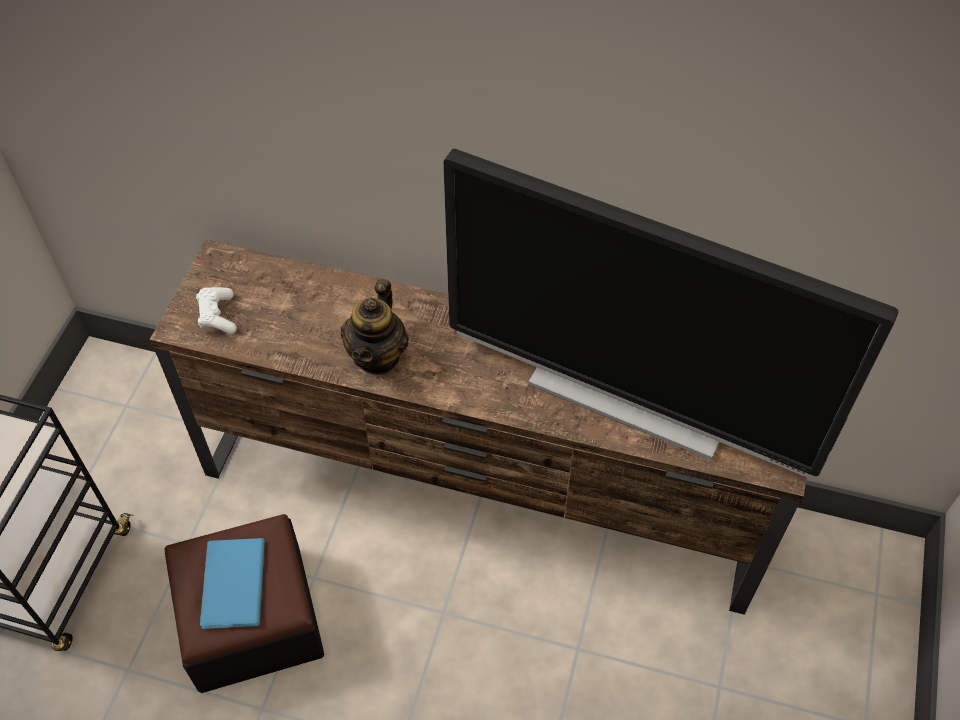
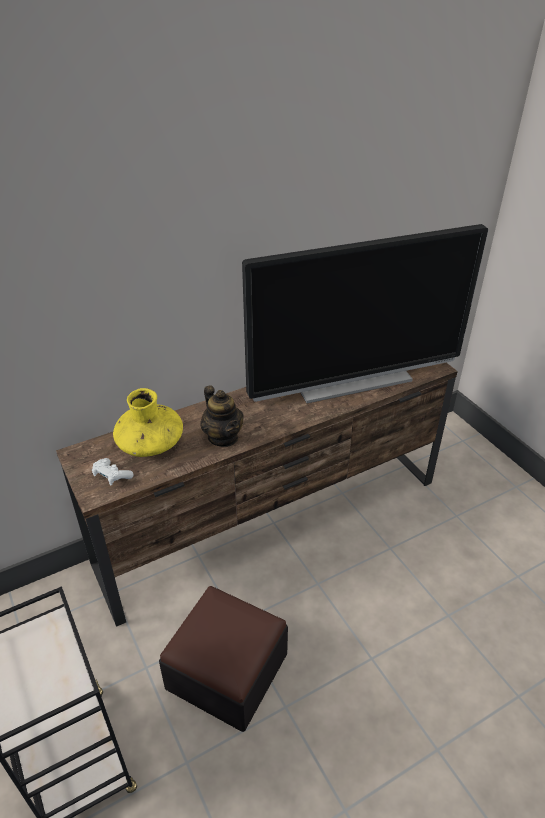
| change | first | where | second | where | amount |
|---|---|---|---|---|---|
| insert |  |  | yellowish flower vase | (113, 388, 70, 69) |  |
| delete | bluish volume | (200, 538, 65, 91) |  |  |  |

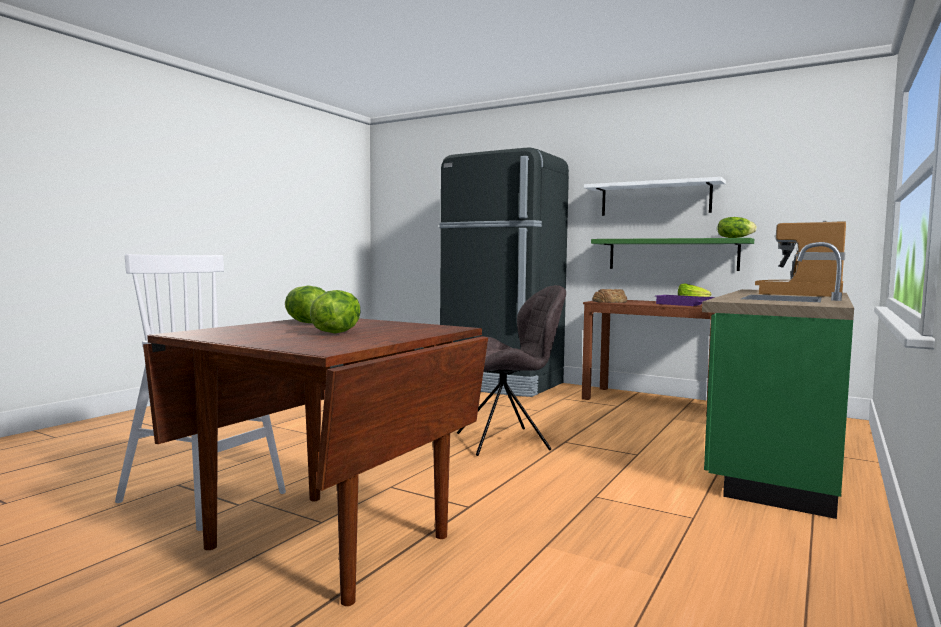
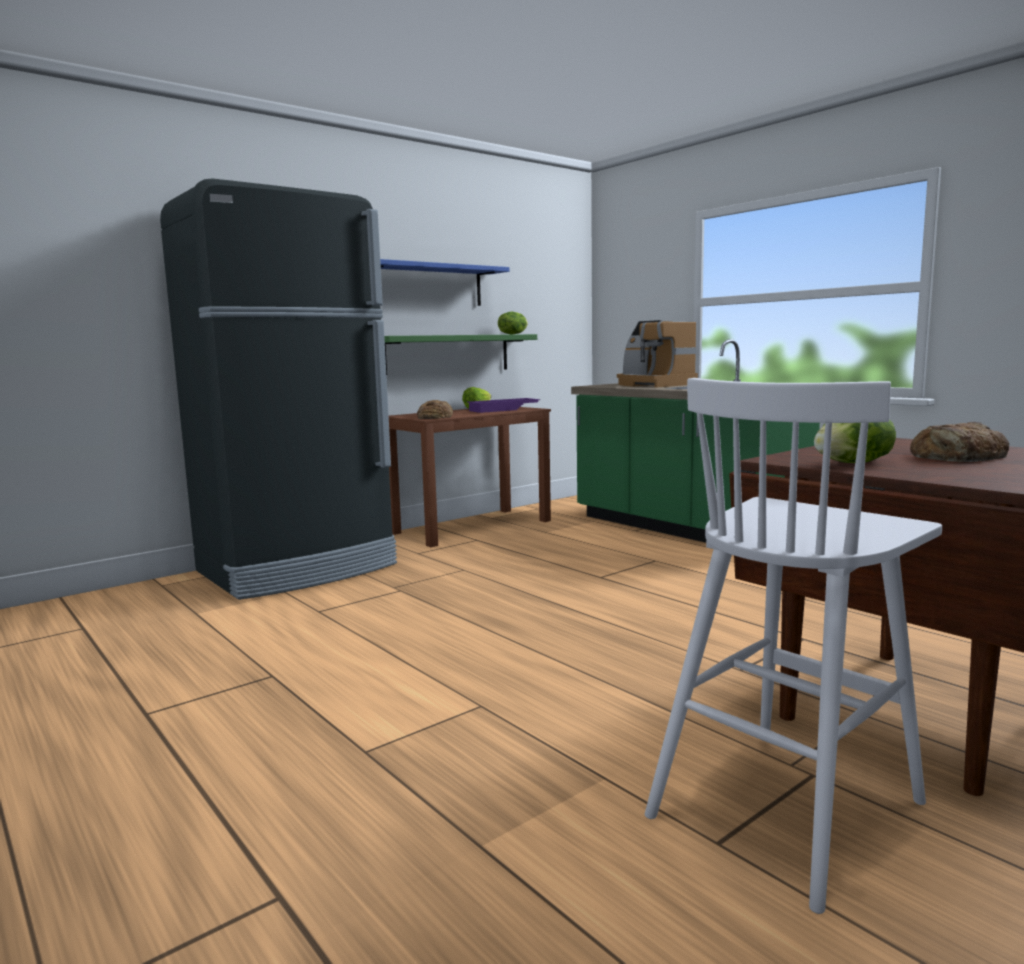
| change | first | where | second | where | amount |
|---|---|---|---|---|---|
| recolor | white-coloured bracket shelf | (584, 177, 142, 39) | bluish bracket shelf | (380, 259, 130, 47) |  |
| replace | lettuce head | (310, 290, 51, 43) | bakery bread | (910, 422, 99, 40) |  |
| delete | gray upright chair | (457, 285, 109, 171) |  |  |  |

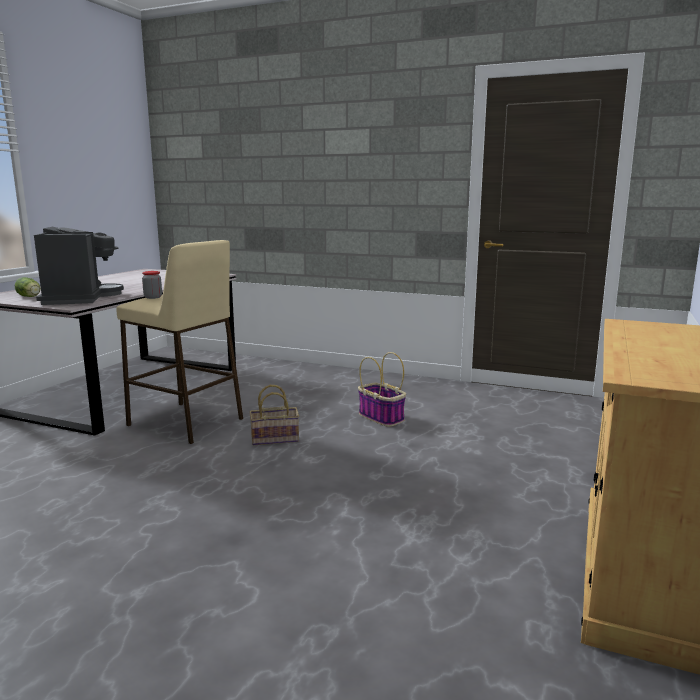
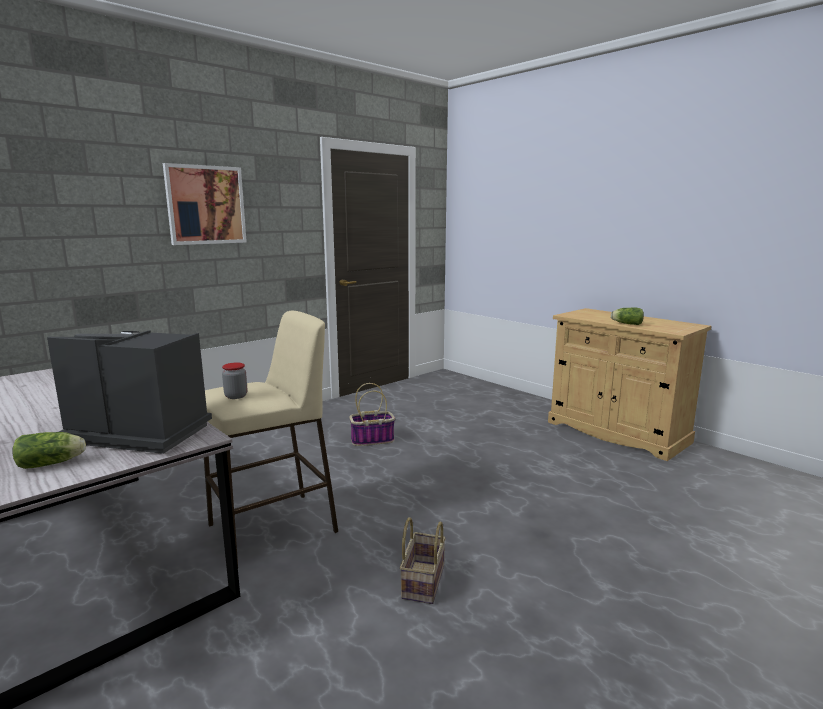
| change | first | where | second | where | amount |
|---|---|---|---|---|---|
| insert |  |  | wall art | (163, 163, 84, 82) |  |
| move | household basket | (250, 385, 49, 60) |  | (400, 517, 46, 87) |  |
| insert |  |  | lettuce head | (611, 308, 33, 17) |  |

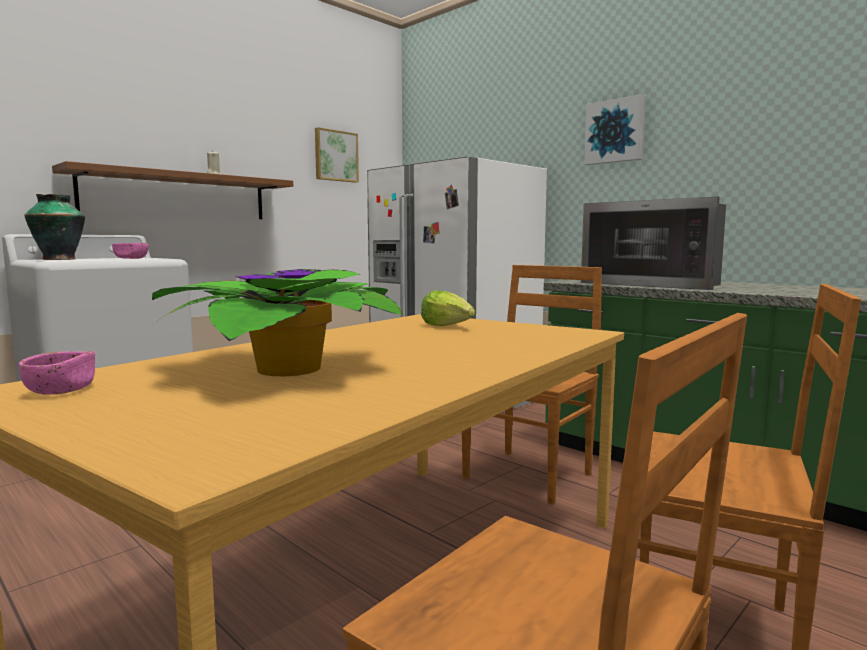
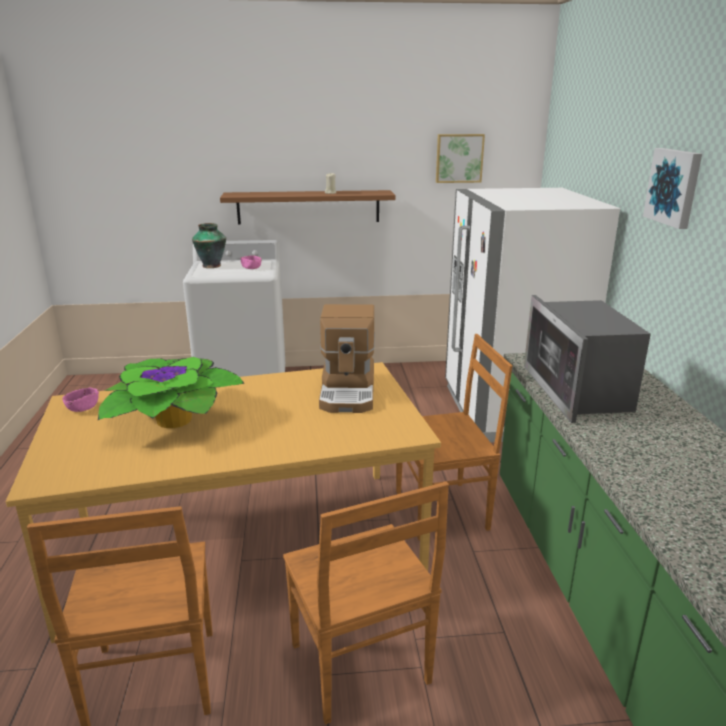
| change | first | where | second | where | amount |
|---|---|---|---|---|---|
| replace | lettuce head | (421, 290, 54, 36) | coffee brewer | (319, 304, 56, 109) |  |

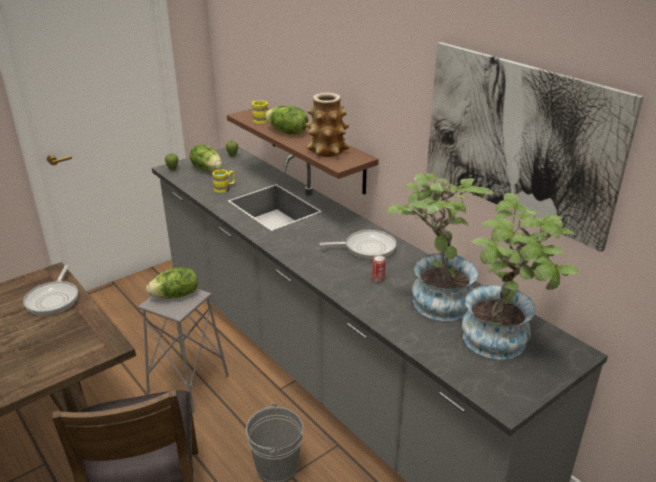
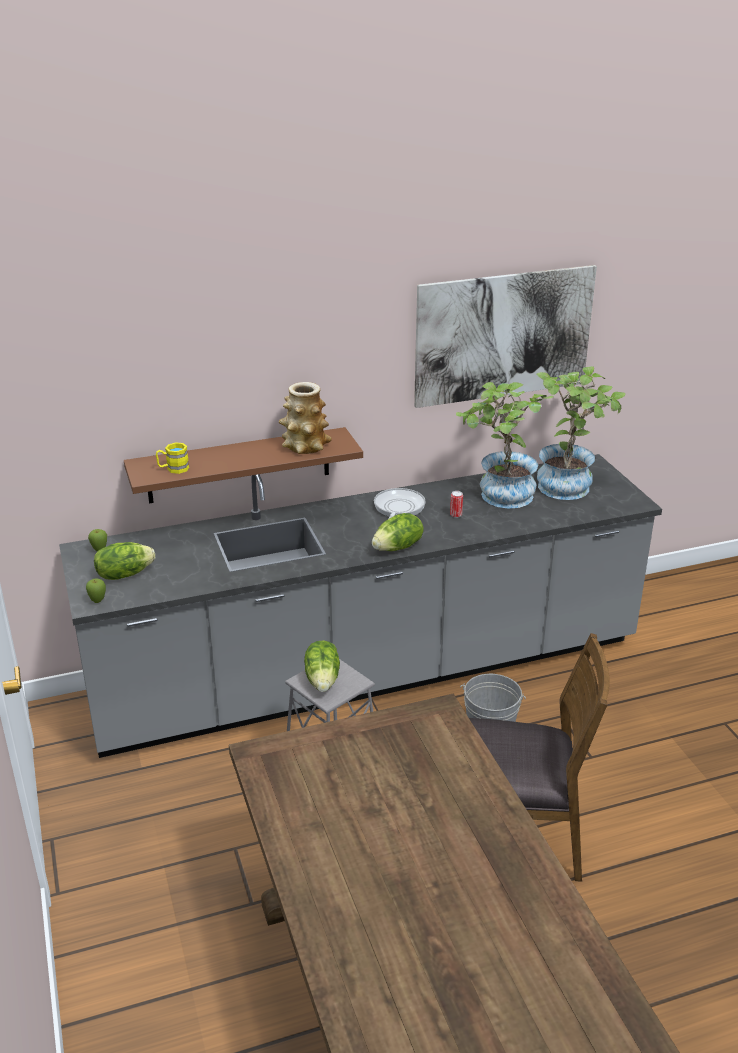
| change | first | where | second | where | amount |
|---|---|---|---|---|---|
| move | lettuce head | (265, 105, 43, 29) |  | (372, 513, 52, 38) |  |
| delete | frying pan | (23, 265, 55, 51) |  |  |  |
| delete | yellowish tea mug | (212, 169, 23, 24) |  |  |  |

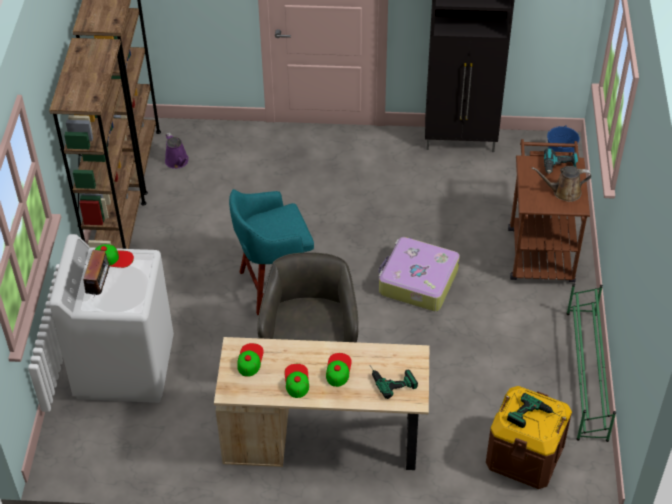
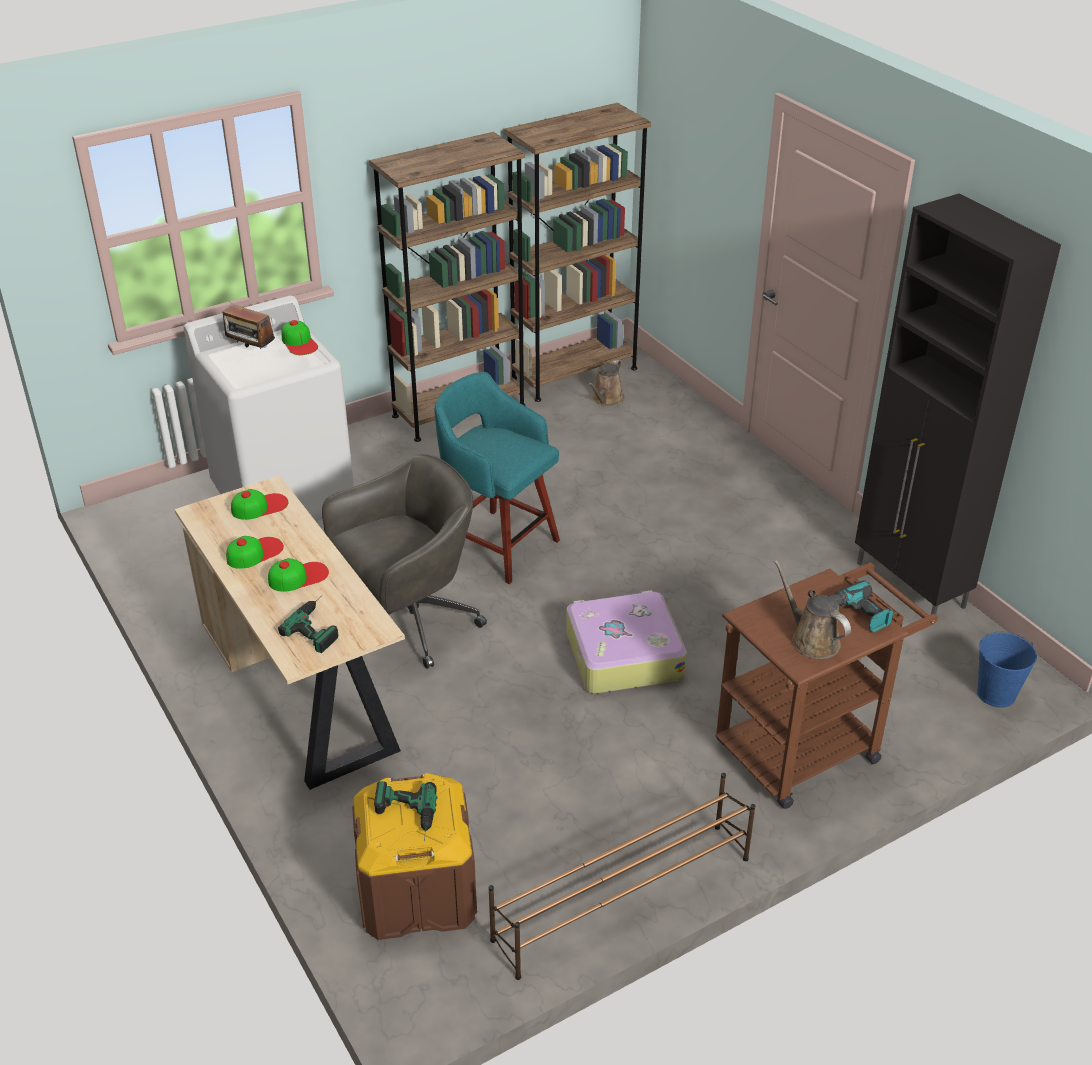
| change | first | where | second | where | amount |
|---|---|---|---|---|---|
| rotate | radio receiver | (83, 250, 29, 48) |  | (222, 304, 53, 45) | 60 degrees clockwise |
| recolor | green shoe stand | (566, 284, 50, 158) | brown-coloured shoe stand | (489, 773, 266, 207) |  |
| recolor | purple sprinkling can | (165, 133, 24, 36) | brown-coloured sprinkling can | (588, 360, 36, 46) |  |

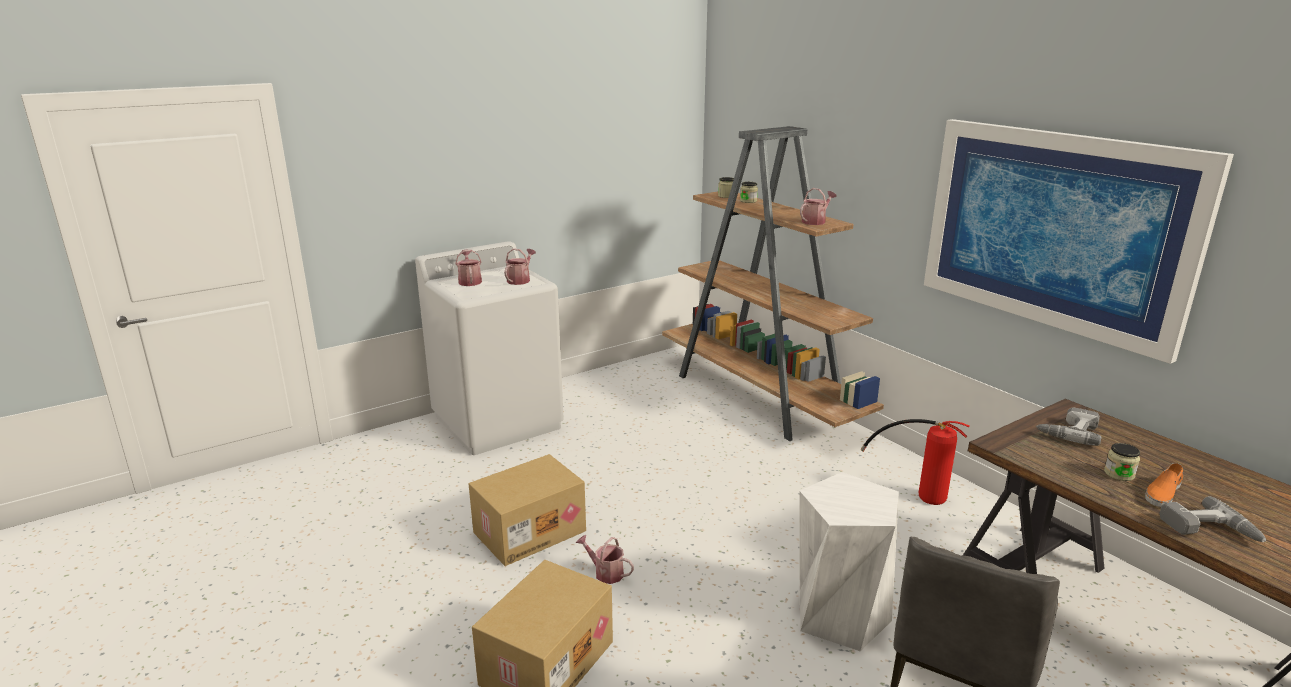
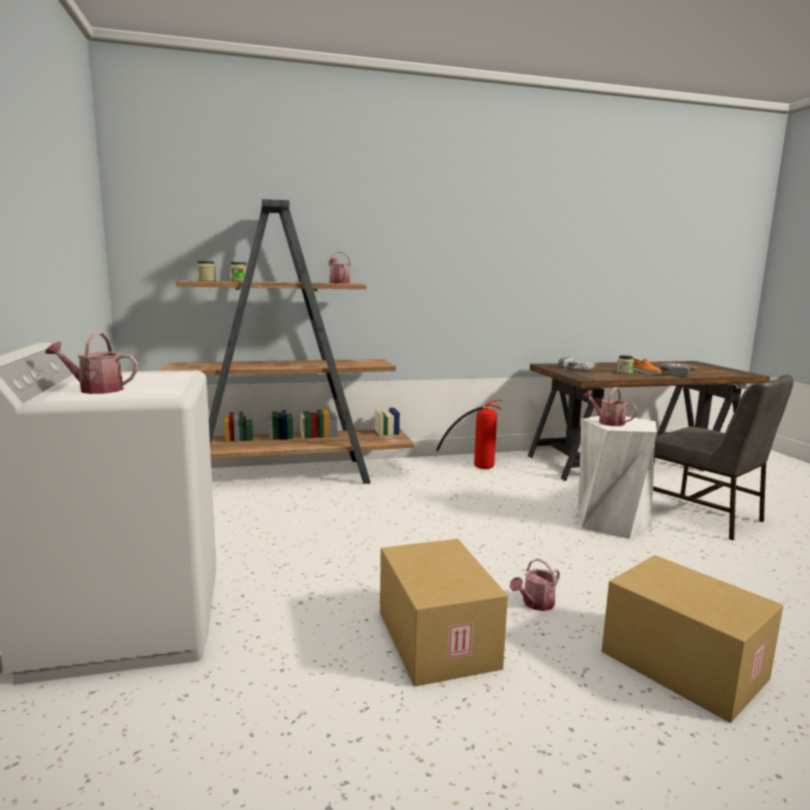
| change | first | where | second | where | amount |
|---|---|---|---|---|---|
| move | sprinkling can | (504, 248, 32, 37) |  | (583, 387, 55, 39) |  |
| delete | wall art | (924, 119, 310, 245) |  |  |  |

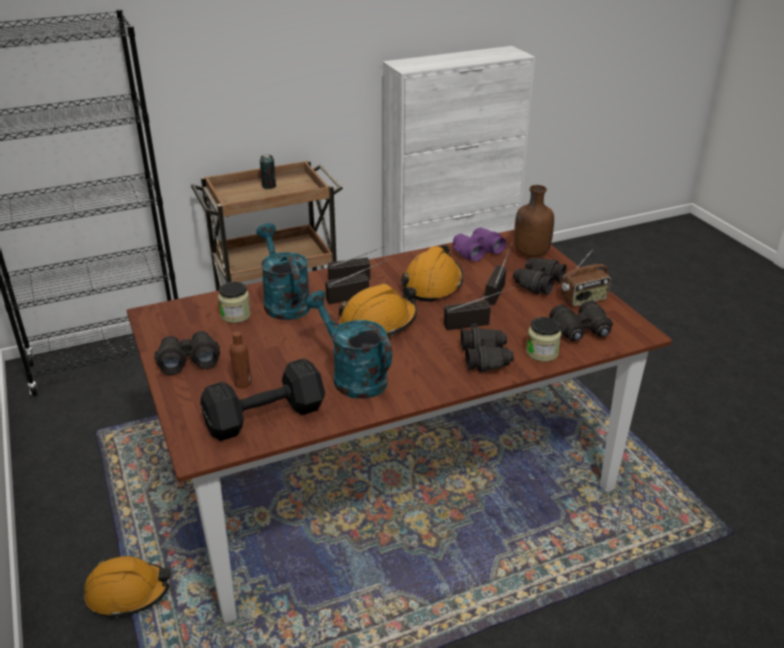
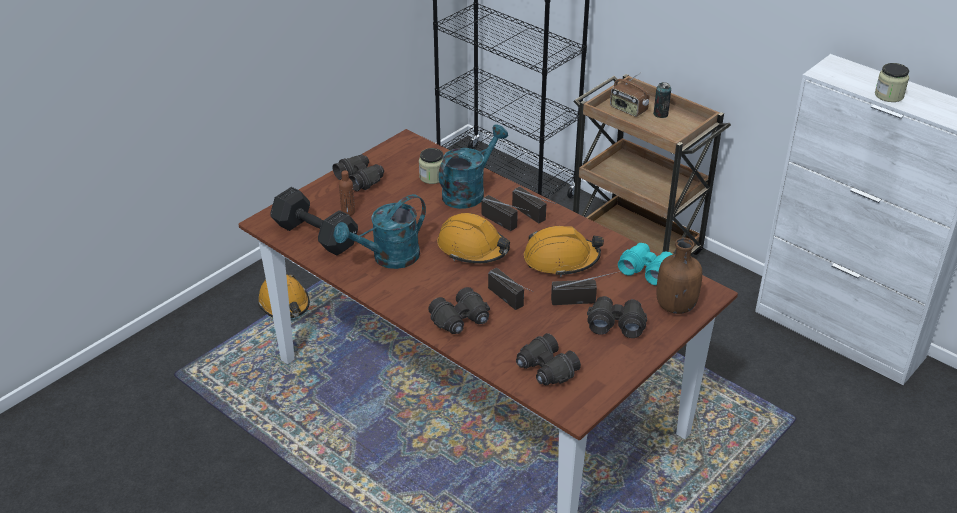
| change | first | where | second | where | amount |
|---|---|---|---|---|---|
| rotate | turquoise-coloured sprinkling can | (305, 290, 87, 109) |  | (334, 194, 92, 75) | 150 degrees counterclockwise |
| move | radio receiver | (561, 249, 50, 57) |  | (610, 72, 40, 45) |  |
| recolor | purple field glasses | (453, 227, 53, 35) | turquoise-coloured field glasses | (618, 243, 55, 43) |  |
| move | jar | (526, 317, 35, 45) |  | (875, 63, 34, 39) |  |

